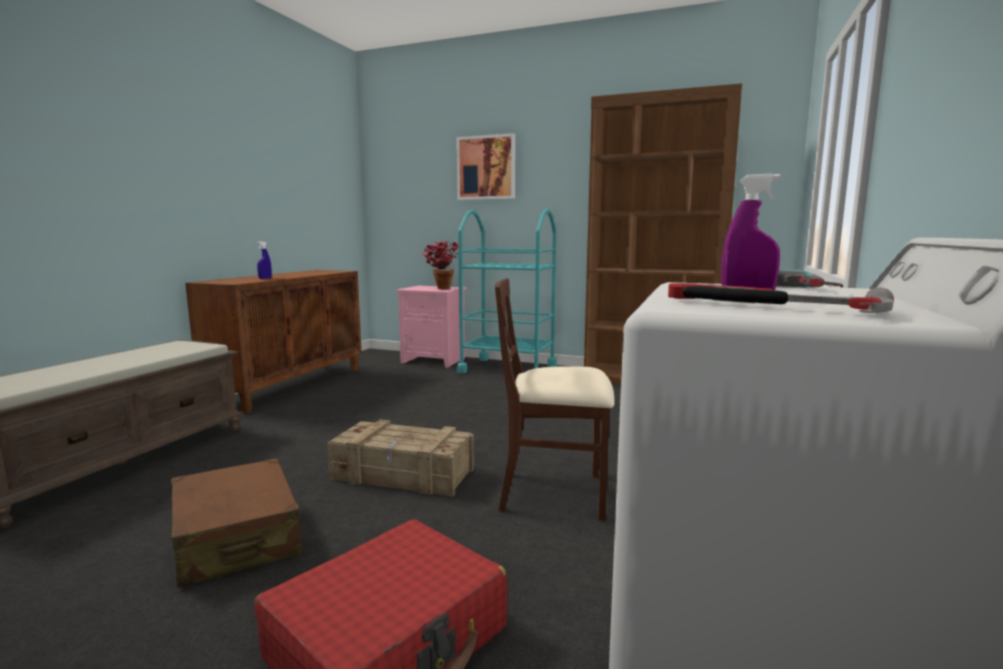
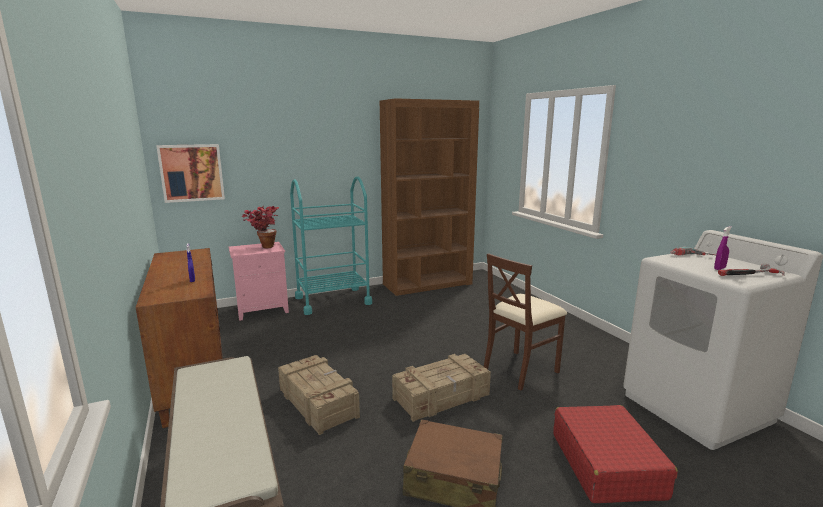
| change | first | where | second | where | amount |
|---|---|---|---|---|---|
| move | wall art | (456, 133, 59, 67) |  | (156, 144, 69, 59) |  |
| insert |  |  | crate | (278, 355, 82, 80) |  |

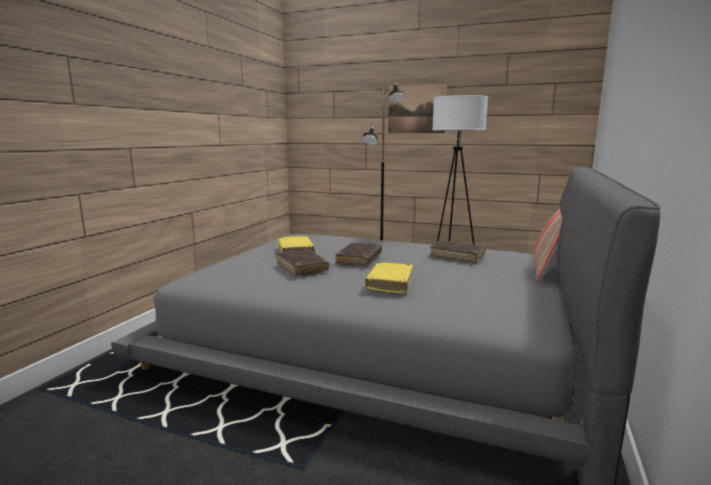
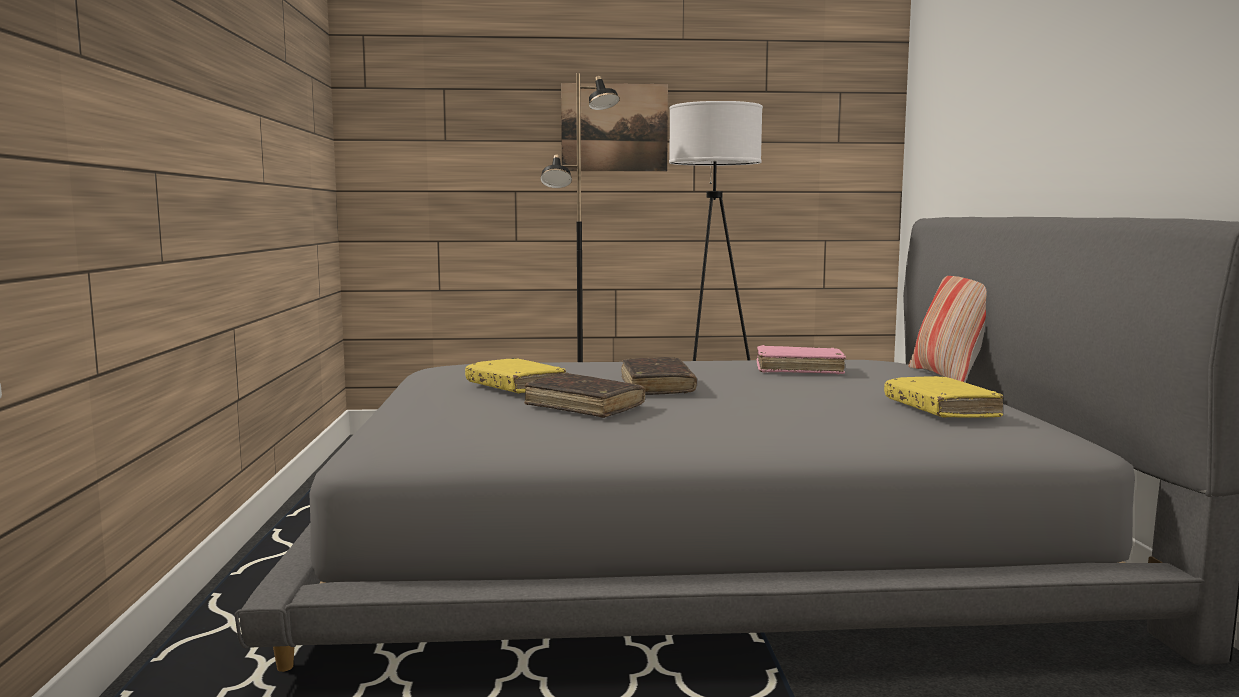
| change | first | where | second | where | amount |
|---|---|---|---|---|---|
| recolor | brown-coloured volume | (430, 240, 56, 23) | pink volume | (757, 345, 89, 29) |  |
| move | yellowish volume | (365, 263, 48, 31) |  | (884, 376, 119, 42) |  |

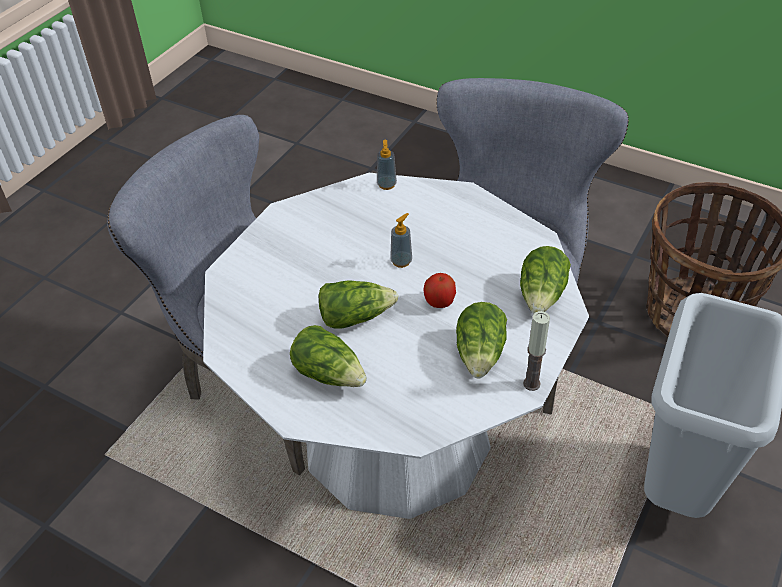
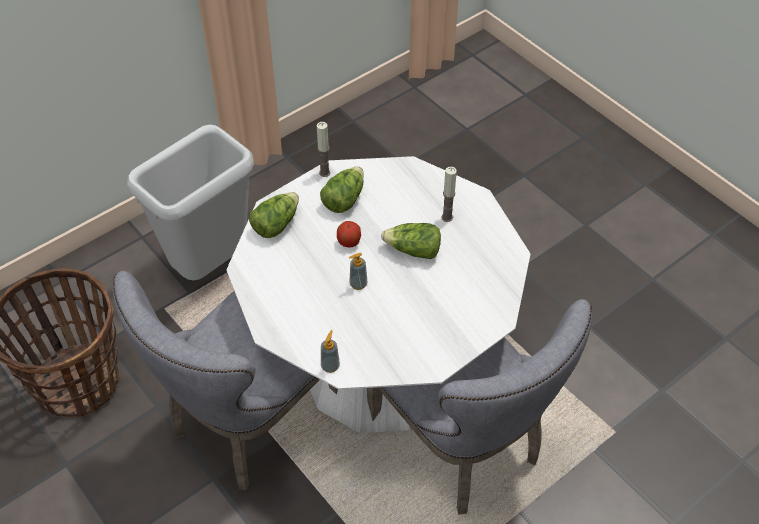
| change | first | where | second | where | amount |
|---|---|---|---|---|---|
| replace | lettuce head | (290, 325, 77, 62) | wax candle | (442, 167, 15, 55) |  |

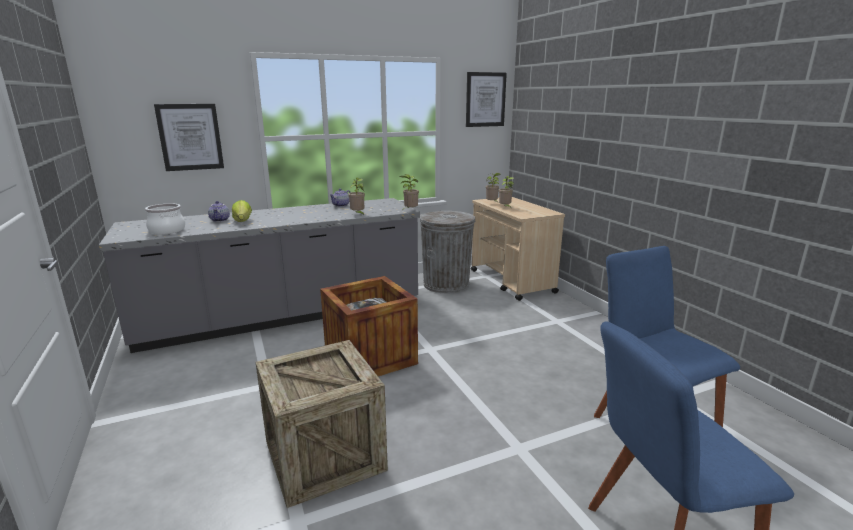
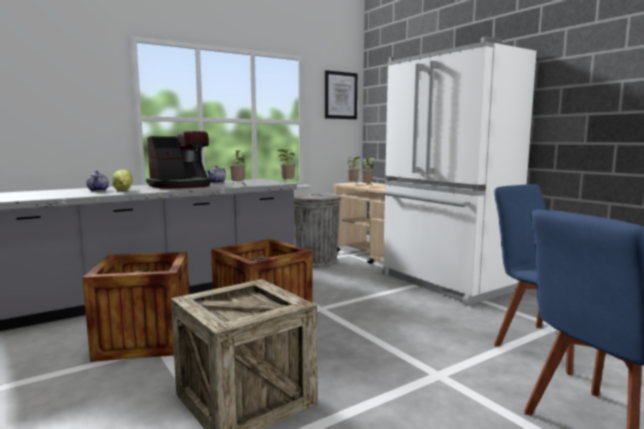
| change | first | where | second | where | amount |
|---|---|---|---|---|---|
| insert |  |  | crate | (82, 252, 107, 110) |  |
| insert |  |  | coffee brewer | (146, 131, 65, 58) |  |
| insert |  |  | white-coloured kitchen fridge | (382, 37, 155, 269) |  |
| delete | stockpot | (145, 203, 40, 31) |  |  |  |
| delete | wall art | (154, 104, 70, 67) |  |  |  |

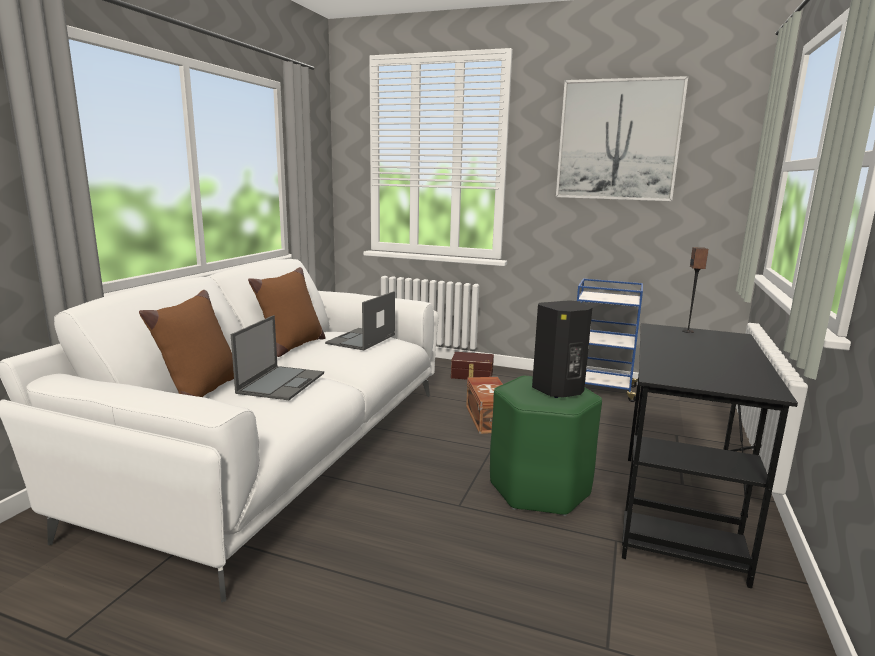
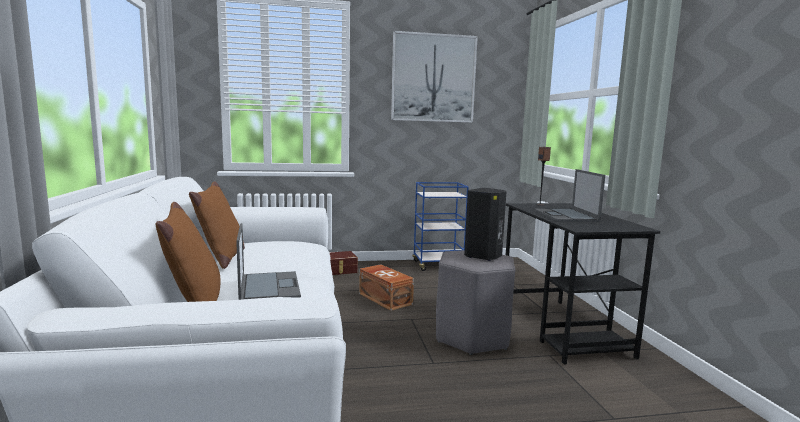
| change | first | where | second | where | amount |
|---|---|---|---|---|---|
| recolor | green sitting stool | (490, 376, 112, 140) | gray sitting stool | (436, 250, 79, 105) |  |
| move | laptop | (325, 291, 70, 59) |  | (534, 169, 71, 53) |  |

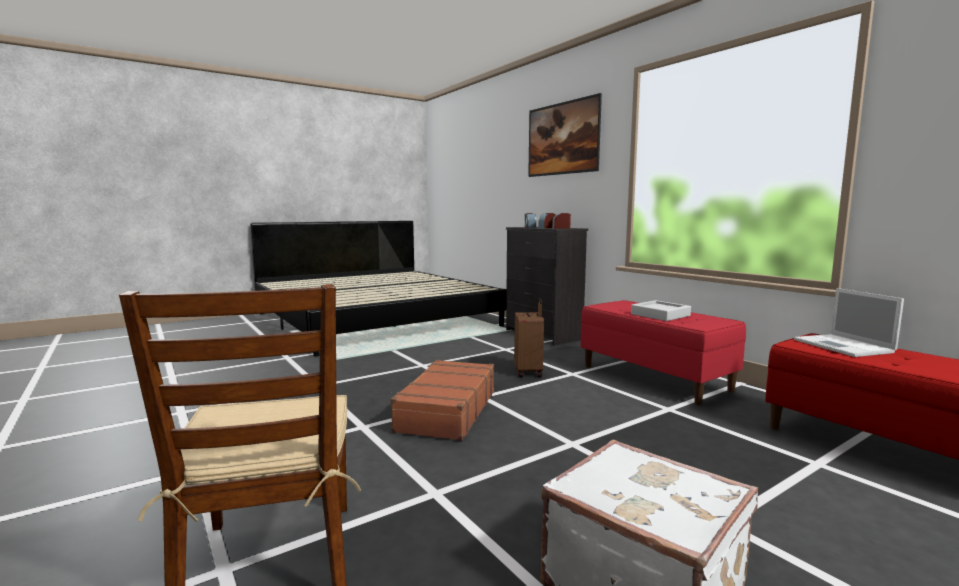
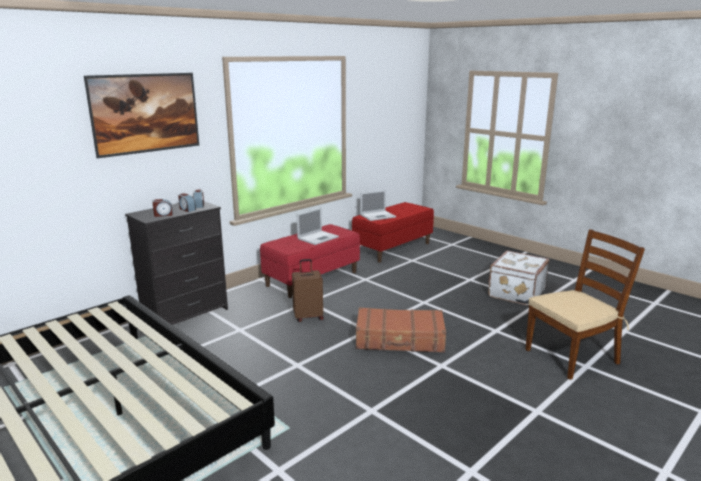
| change | first | where | second | where | amount |
|---|---|---|---|---|---|
| replace | gray serving tray | (631, 300, 60, 21) | laptop | (297, 208, 42, 37) |  |

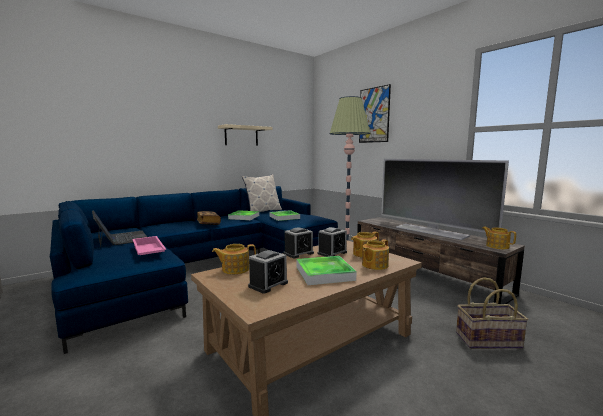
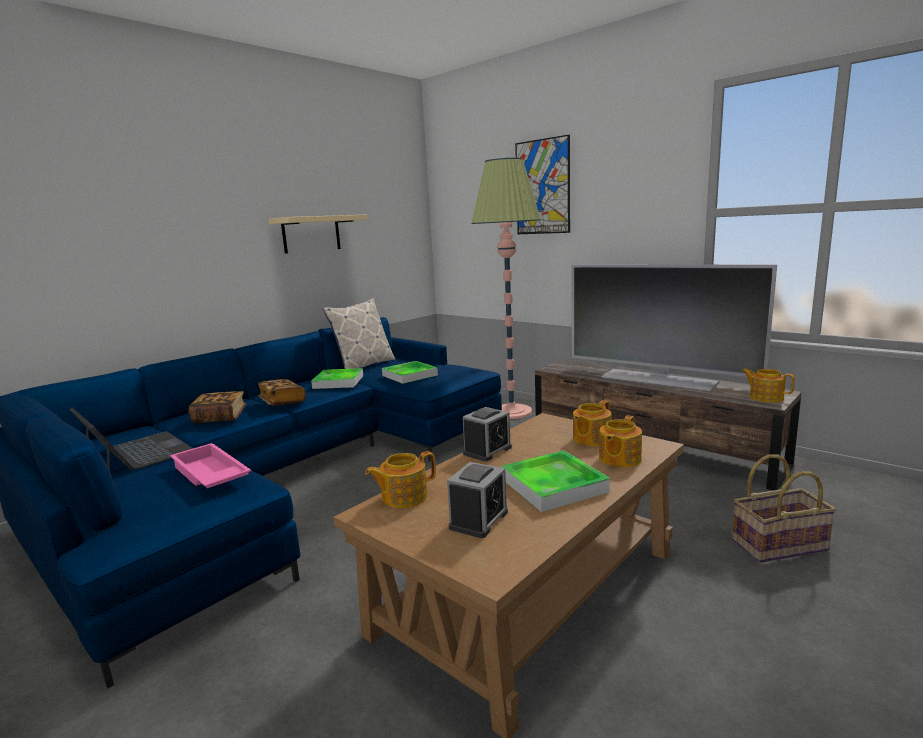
| change | first | where | second | where | amount |
|---|---|---|---|---|---|
| insert |  |  | volume | (188, 391, 58, 32) |  |
| delete | table clock | (318, 227, 29, 30) |  |  |  |

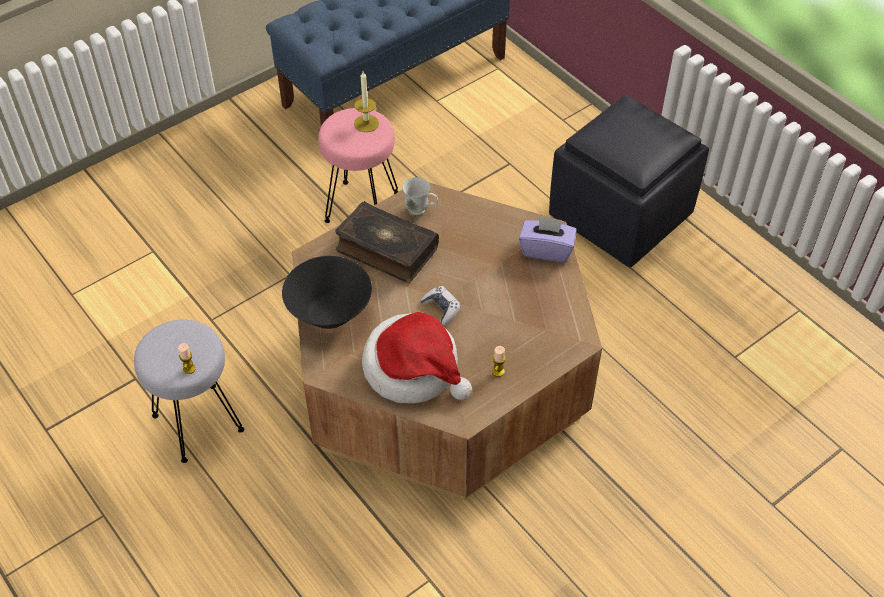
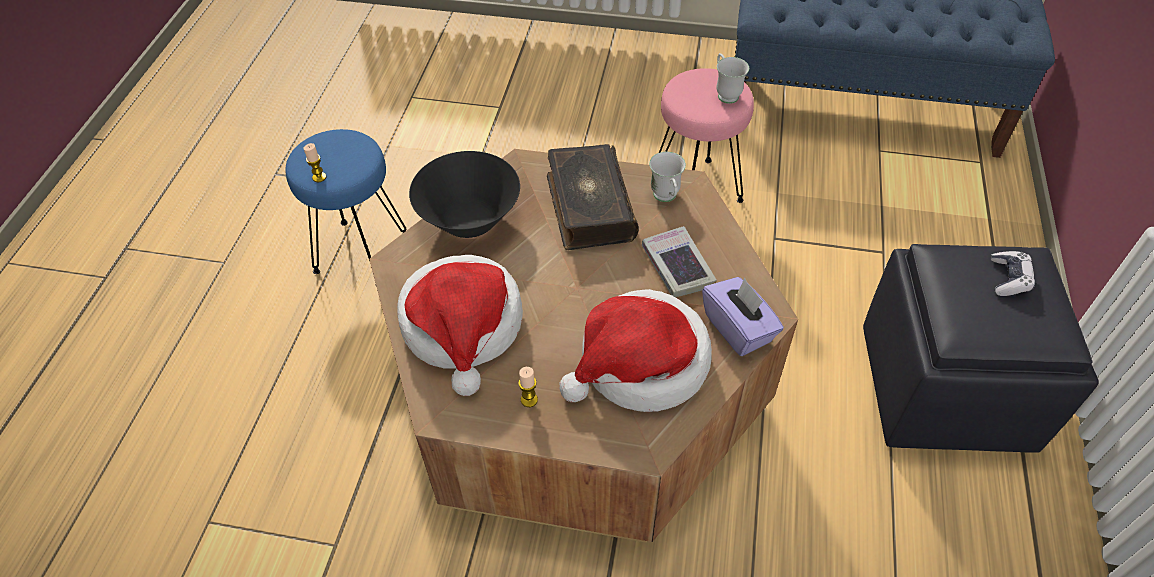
| change | first | where | second | where | amount |
|---|---|---|---|---|---|
| recolor | gray sitting stool | (134, 320, 110, 143) | bluish sitting stool | (285, 129, 121, 145) |  |
| insert |  |  | clothing hat | (560, 289, 152, 123) |  |
| insert |  |  | volume | (642, 226, 75, 71) |  |
| replace | wax candle | (354, 72, 25, 60) | white-coloured tea mug | (717, 53, 32, 51) |  |
| move | gamepad | (420, 286, 41, 39) |  | (991, 251, 44, 45) |  |

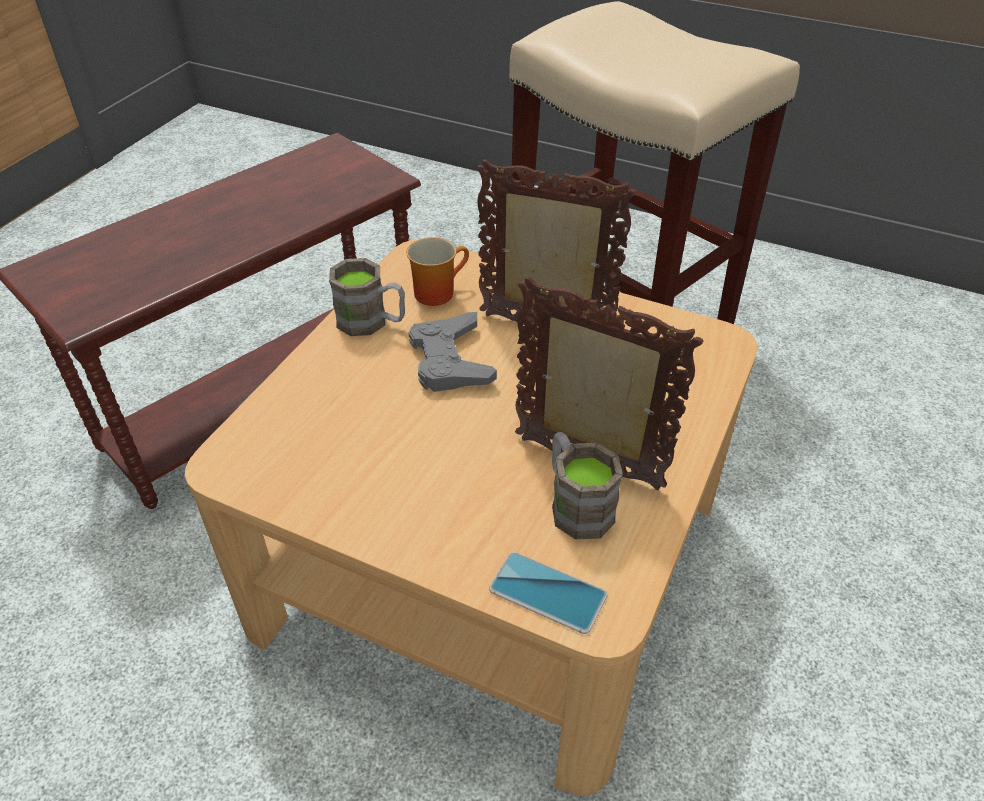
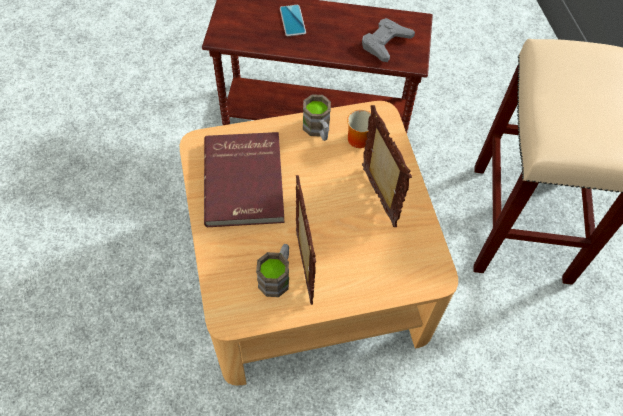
| change | first | where | second | where | amount |
|---|---|---|---|---|---|
| insert |  |  | red volume | (204, 132, 80, 95) |  |
| move | telephone | (489, 552, 118, 82) |  | (280, 5, 26, 31) |  |
| move | gray gamepad | (409, 312, 88, 80) |  | (362, 18, 53, 44) |  |

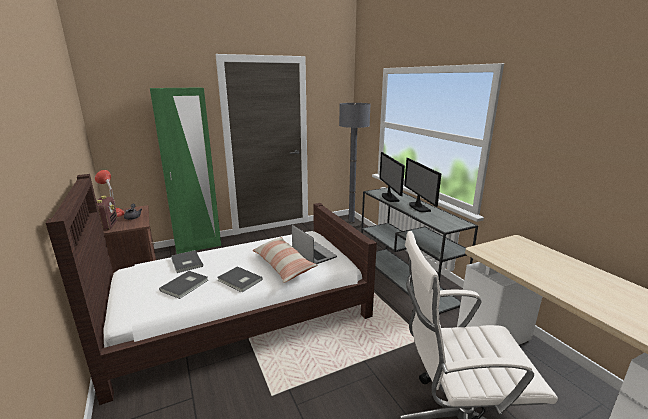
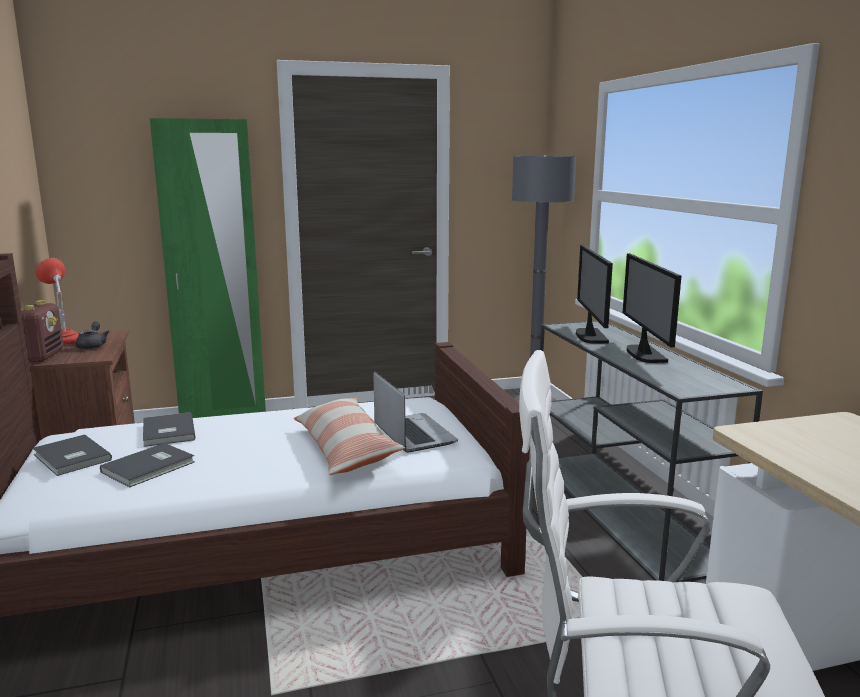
| change | first | where | second | where | amount |
|---|---|---|---|---|---|
| move | gray volume | (217, 266, 45, 26) |  | (33, 434, 79, 42) |  |

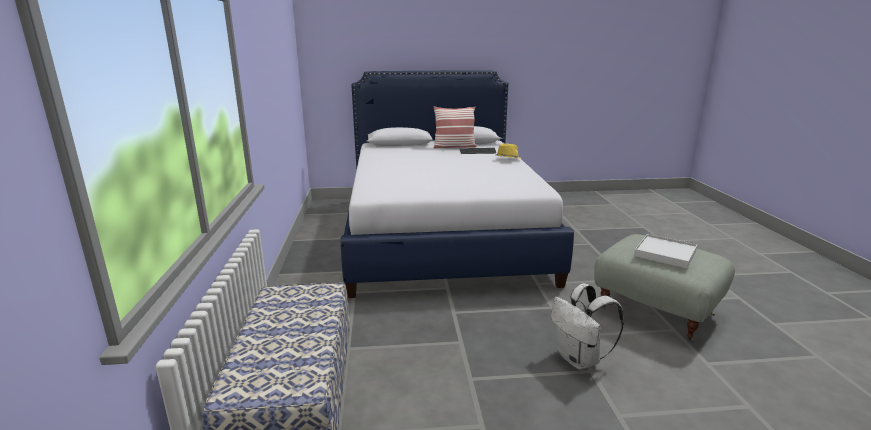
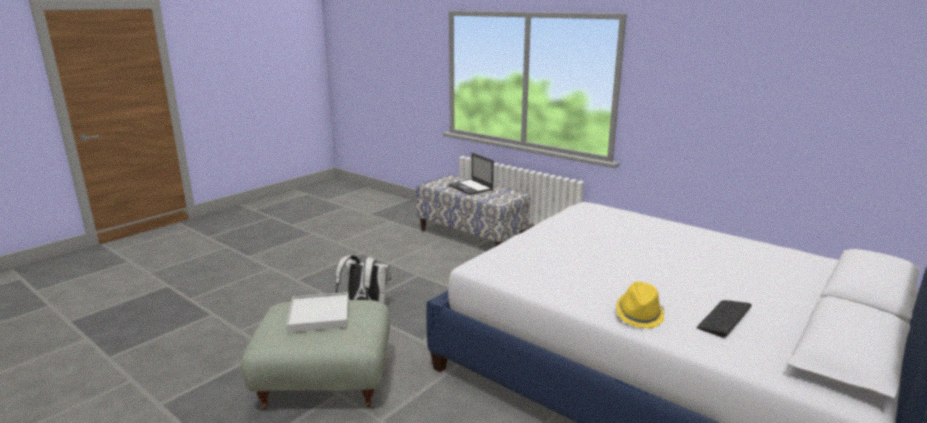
| change | first | where | second | where | amount |
|---|---|---|---|---|---|
| insert |  |  | laptop | (448, 153, 46, 42) |  |
| delete | pillow | (434, 106, 42, 42) |  |  |  |

